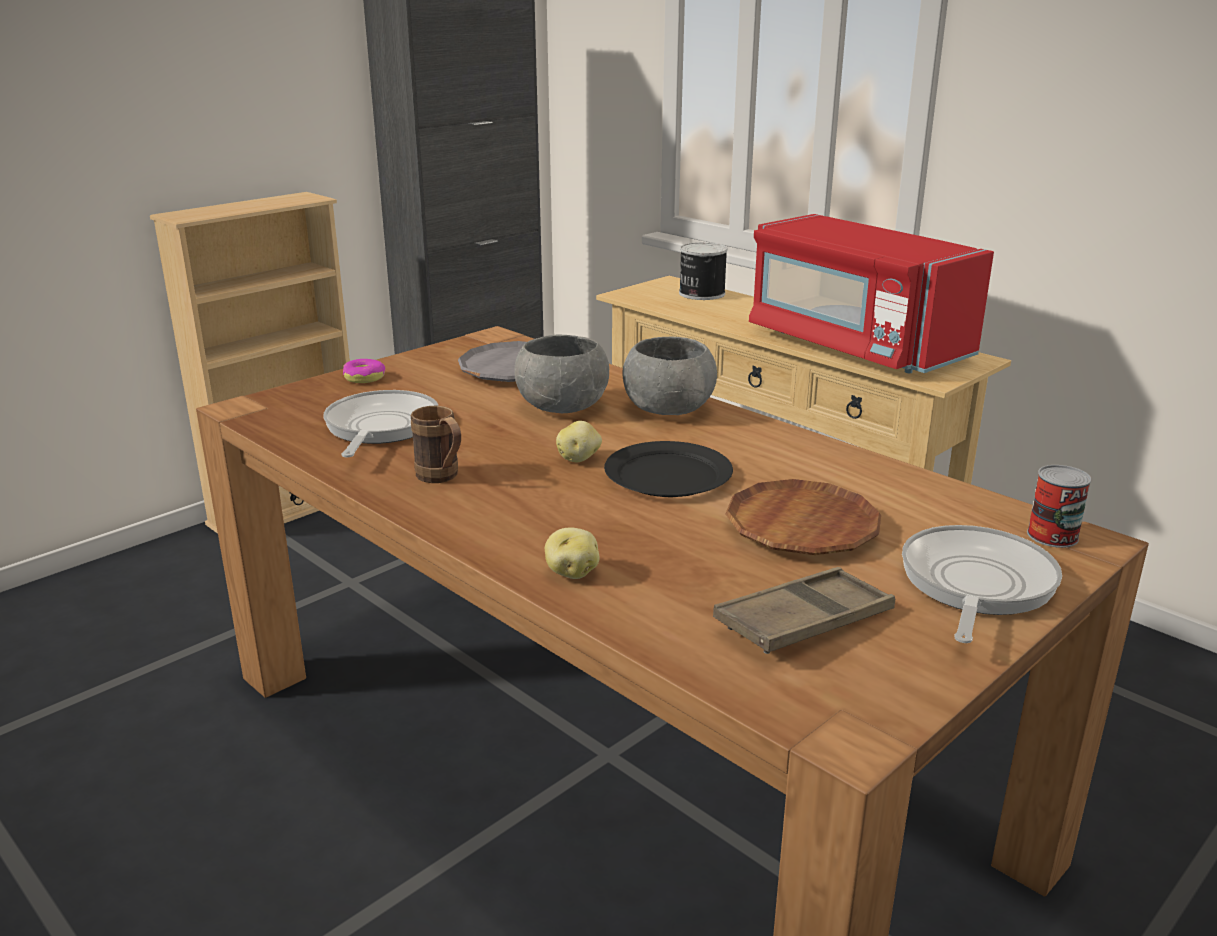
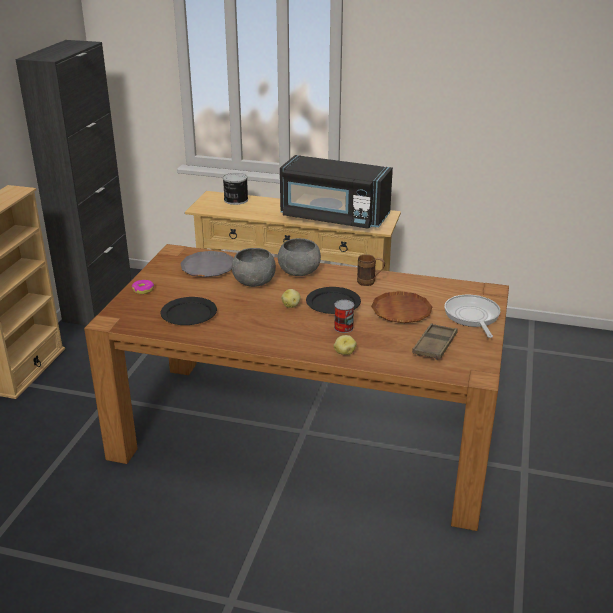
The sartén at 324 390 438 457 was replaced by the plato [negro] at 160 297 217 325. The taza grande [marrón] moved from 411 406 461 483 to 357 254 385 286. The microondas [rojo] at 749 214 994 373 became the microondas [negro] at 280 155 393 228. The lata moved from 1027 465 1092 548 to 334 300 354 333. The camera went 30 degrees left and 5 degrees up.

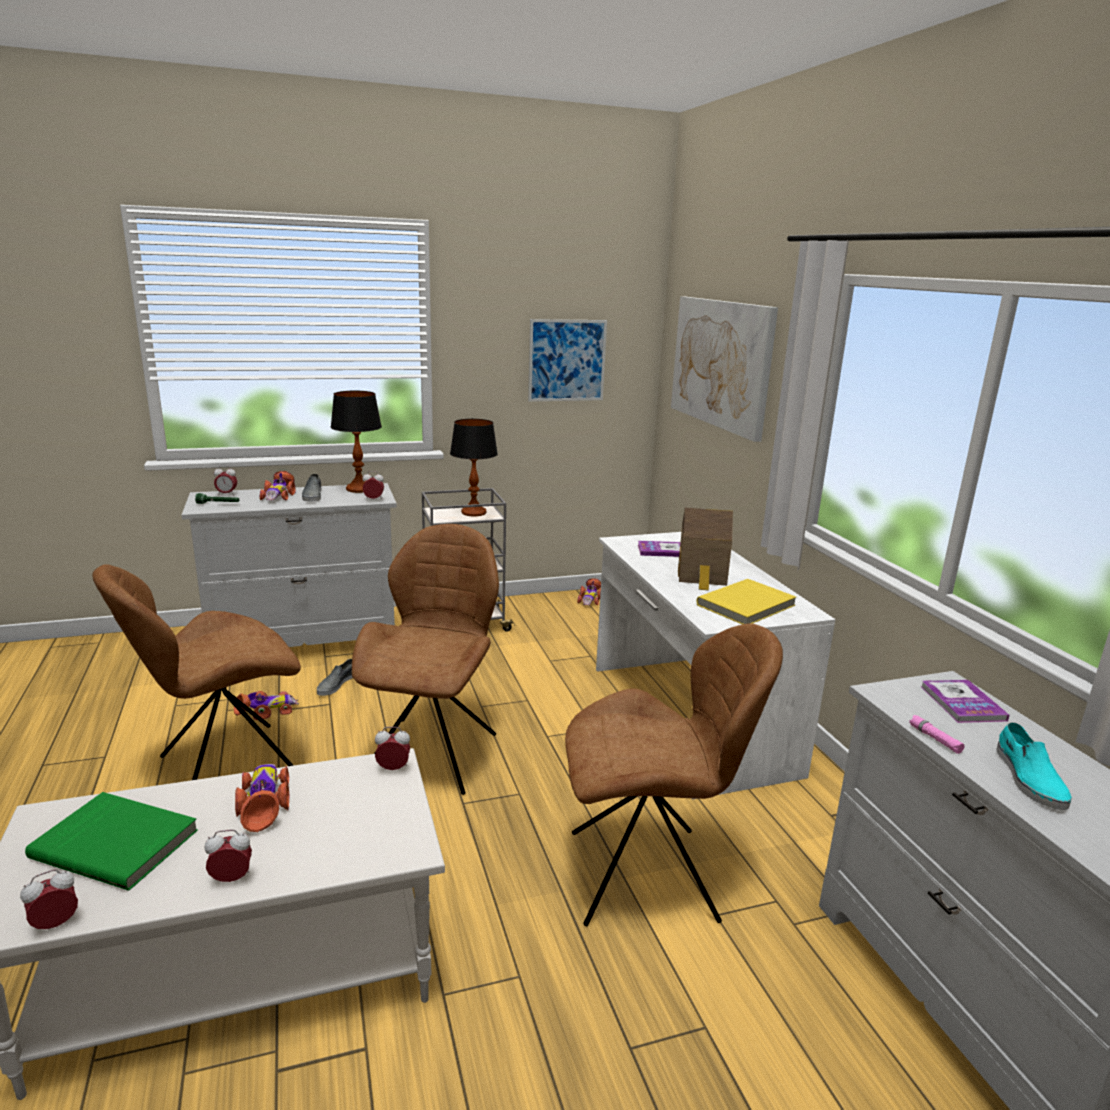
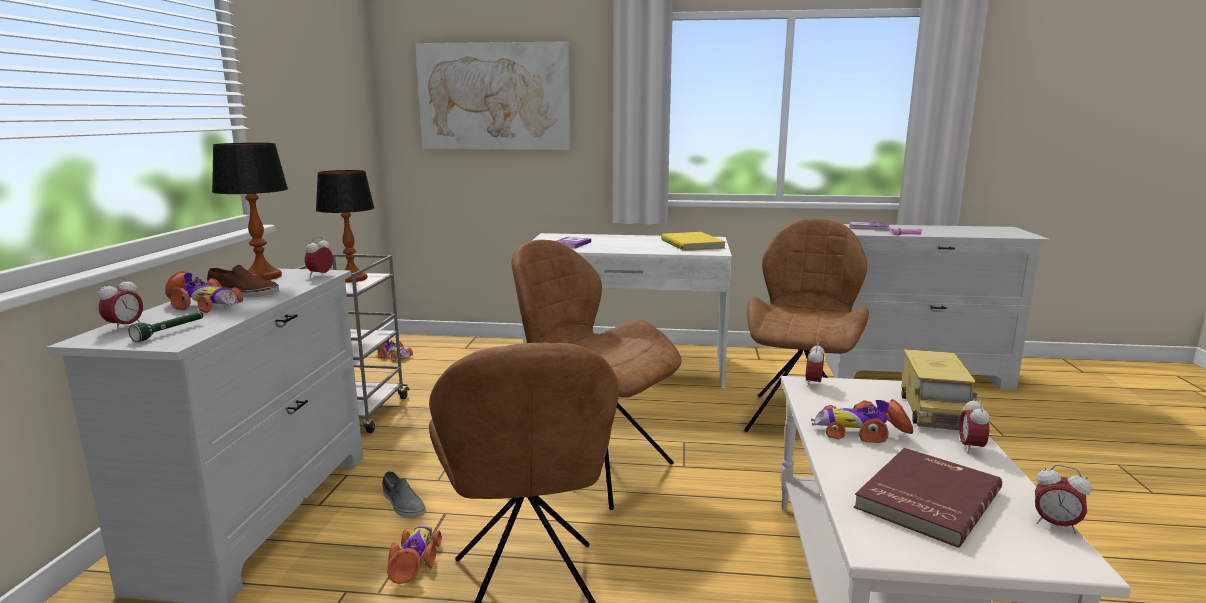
The despertador at 20 869 78 929 turned 45 degrees counterclockwise. The libro [verde] at 25 792 198 890 became the libro [rojo] at 854 448 1002 548. The zapato [gris] at 302 474 321 501 became the zapato [marrón] at 207 265 279 297. The cuadro at 528 319 607 402 disappeared. The casita at 678 508 733 590 disappeared. The zapato [turquesa] at 996 722 1072 810 disappeared. The camión de juguete at 901 349 977 430 appeared. The camera went 65 degrees left and 5 degrees down.

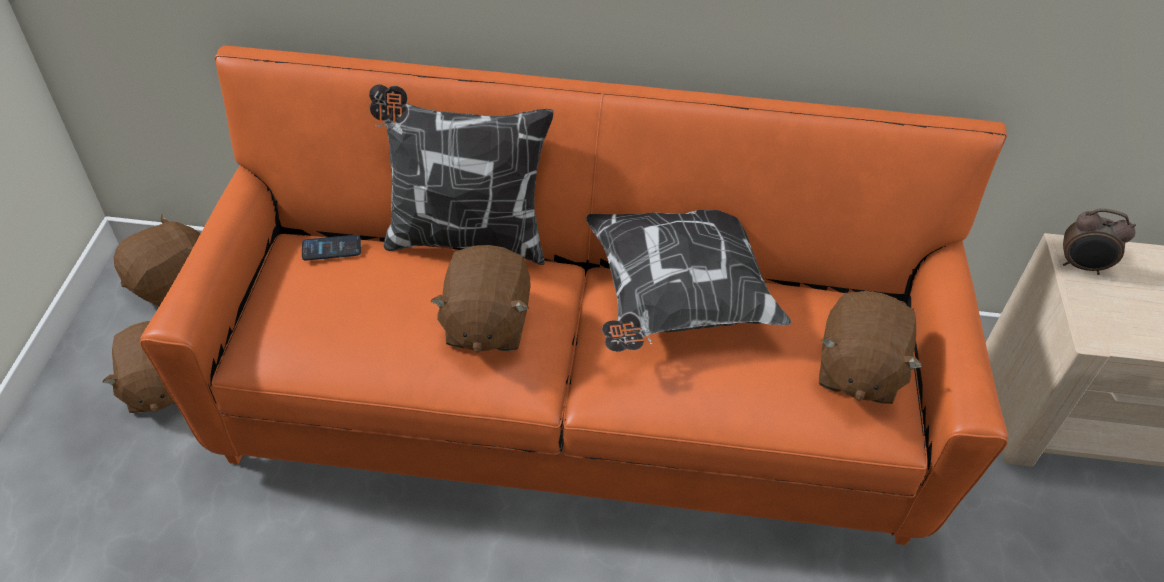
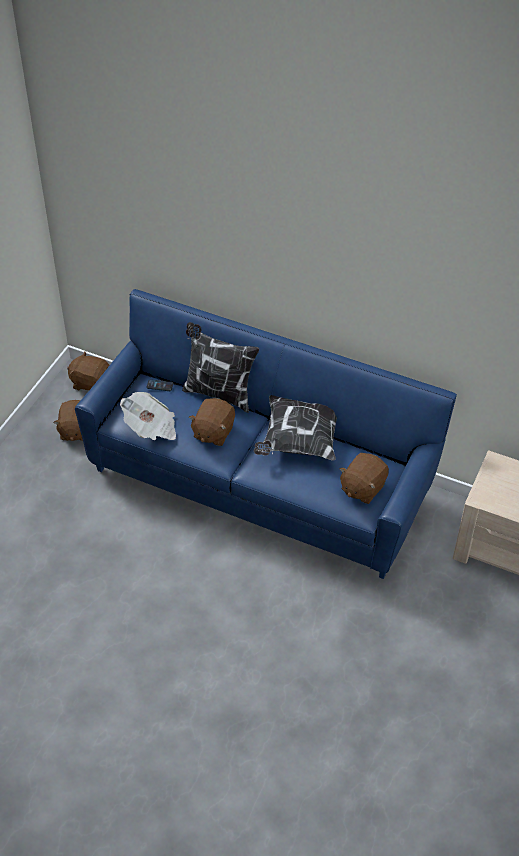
The peluche [marrón] at 114 215 201 306 turned 135 degrees counterclockwise. The sofá [naranja] at 140 46 1008 545 became the sofá [azul] at 75 289 457 579. The despertador at 1063 208 1136 275 disappeared. The periódico at 120 392 176 440 appeared. The camera went 20 degrees right and 0 degrees up.

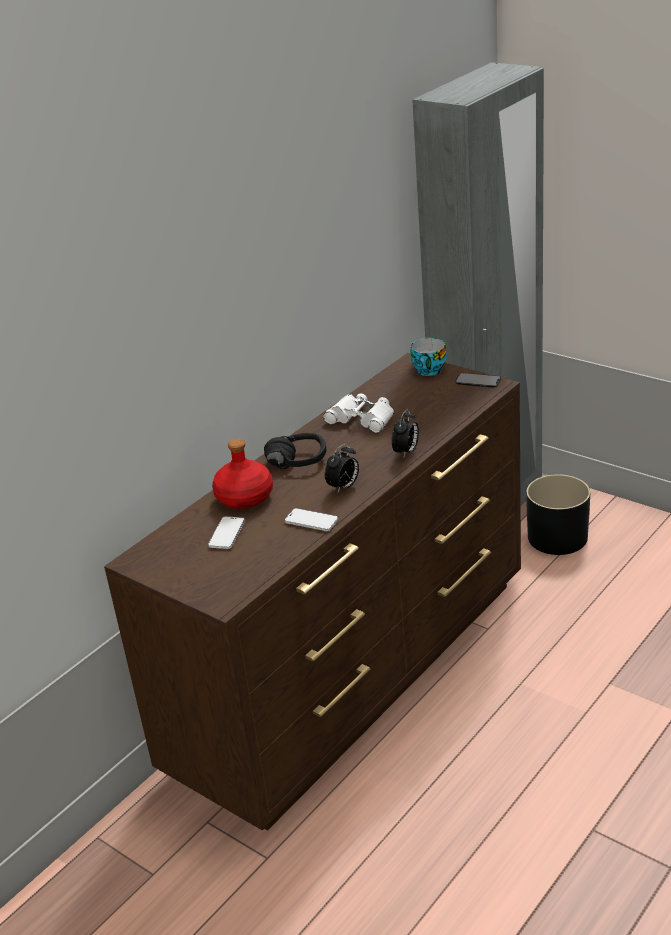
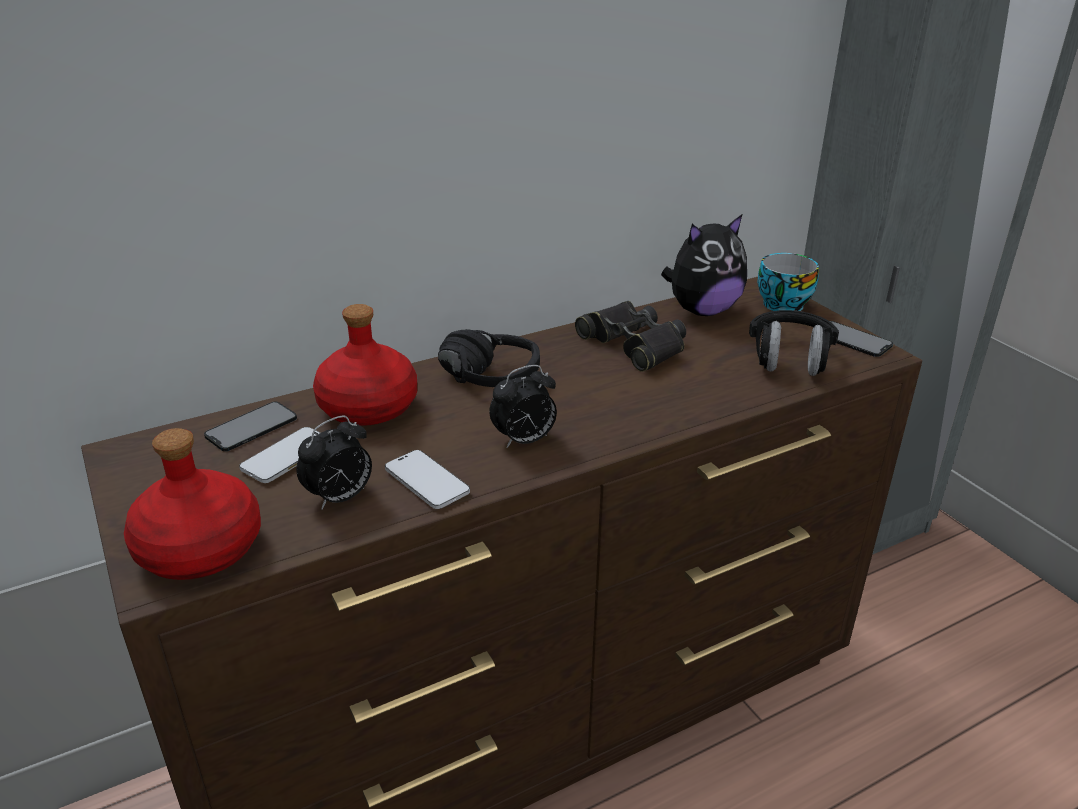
The prismáticos [blanco] at 323 393 394 433 became the prismáticos [negro] at 575 301 686 372. The despertador moved from 392 409 419 458 to 296 415 372 510. The maceta [negro] at 526 474 590 555 disappeared. The botella [rojo] at 124 428 261 580 appeared. The móvil at 204 402 297 451 appeared. The peluche at 661 215 747 316 appeared. The auriculares [negro] at 749 310 839 376 appeared. The camera went 20 degrees right and 0 degrees up.

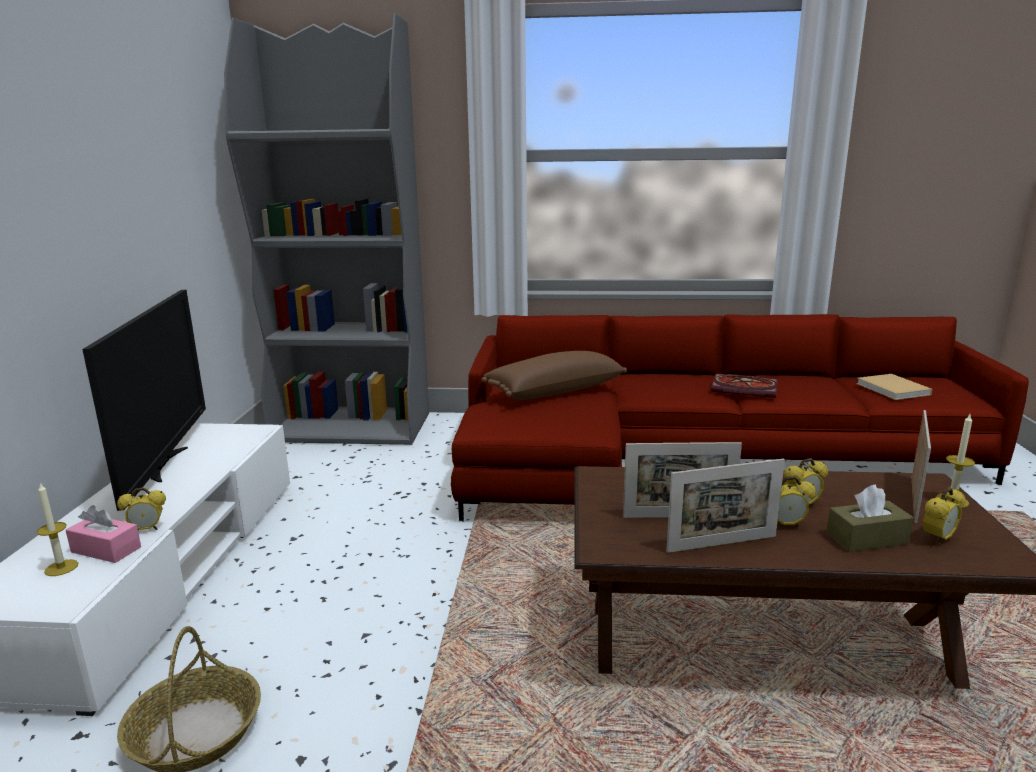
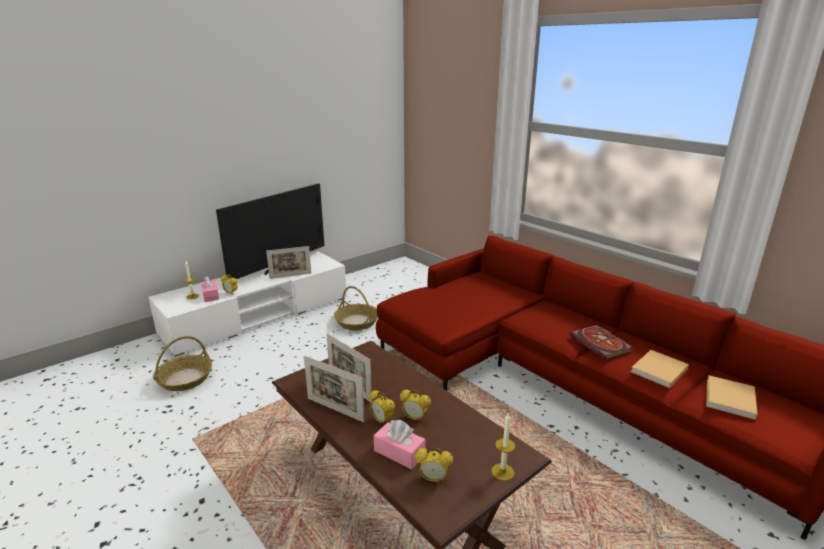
The estantería [gris] at 224 13 429 445 disappeared. The cojín [marrón] at 481 351 627 400 disappeared. The caja de pañuelos [marrón] at 826 485 914 552 became the caja de pañuelos [rosa] at 374 420 425 469. The portarretratos moved from 911 410 931 523 to 266 246 311 279. The cesta at 334 286 378 330 appeared. The libro [beis] at 631 350 689 388 appeared. The camera went 45 degrees right and 5 degrees up.

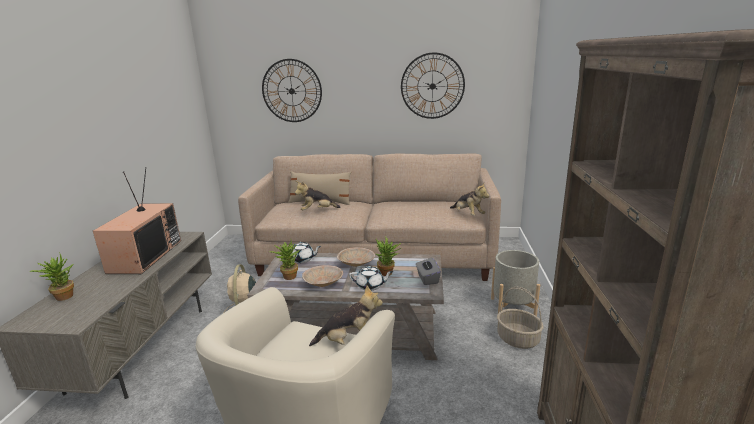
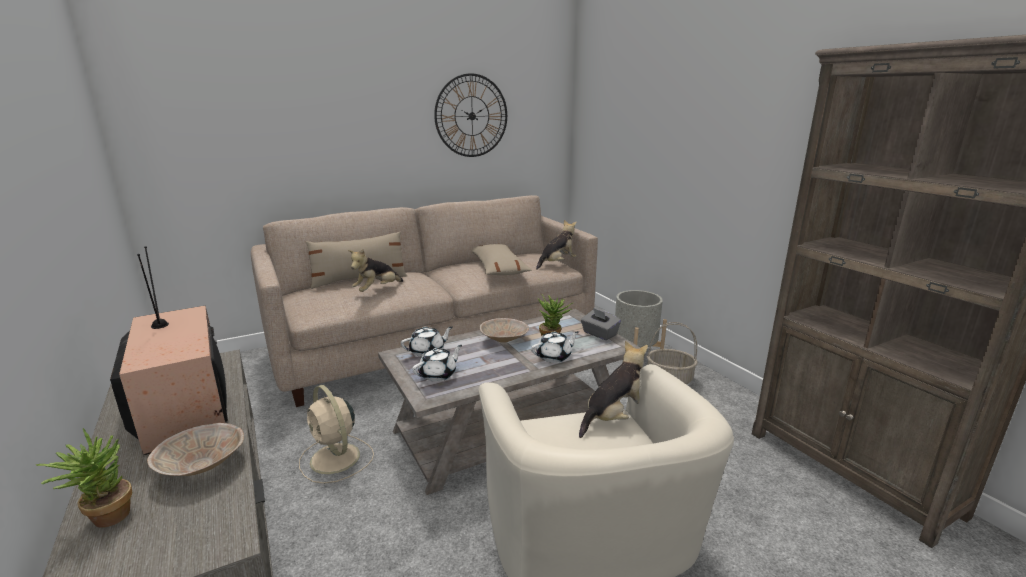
The reloj de pared at 262 59 322 122 disappeared. The planta en maceta at 269 241 300 280 was replaced by the tetera [blanco] at 412 345 462 382. The cuenco [beis] moved from 302 265 343 287 to 147 423 244 476. The peluche at 450 184 490 216 turned 60 degrees counterclockwise. The cojín [beis] at 472 244 532 275 appeared. The camera went 35 degrees left and 0 degrees up.

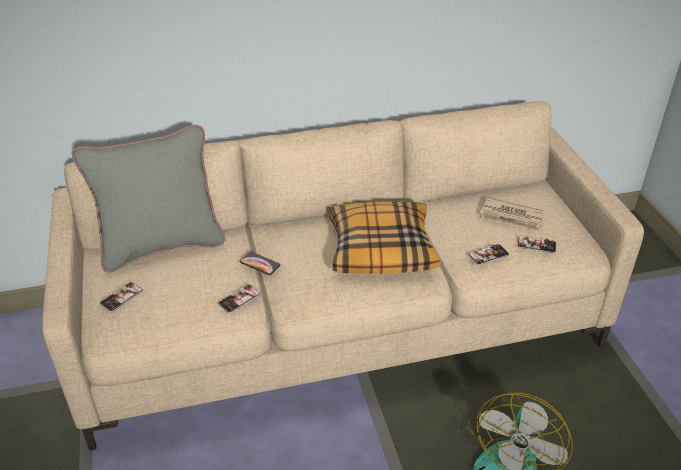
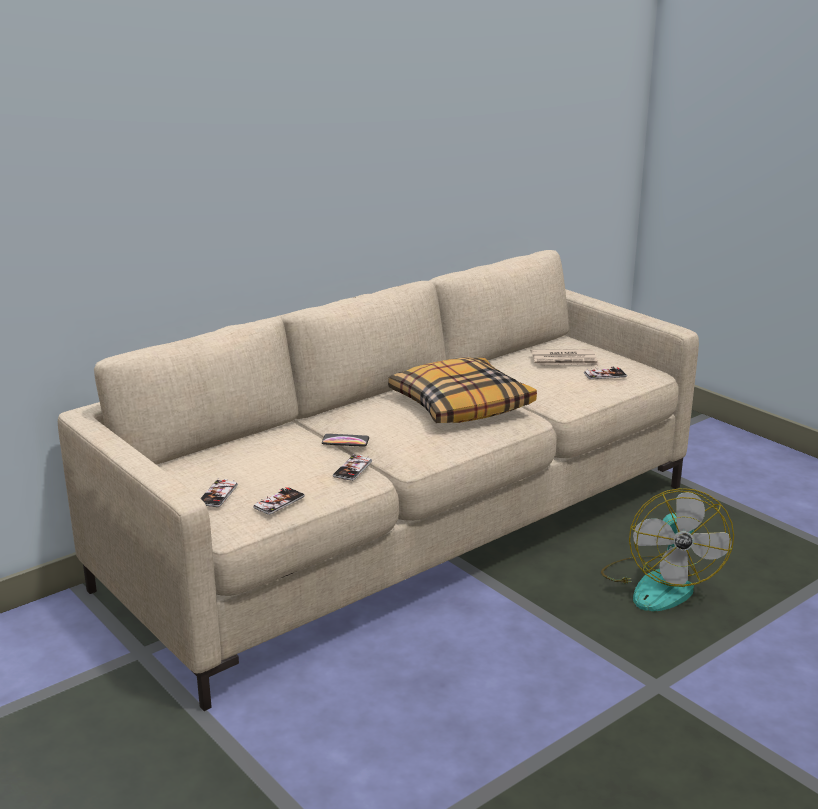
The cojín [gris] at 72 125 225 273 disappeared. The móvil moved from 468 244 509 265 to 253 487 305 515. The camera went 25 degrees left and 15 degrees down.

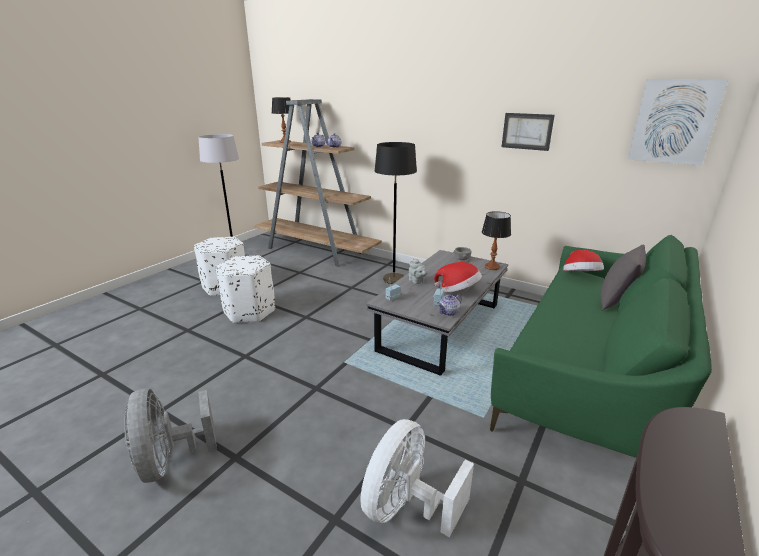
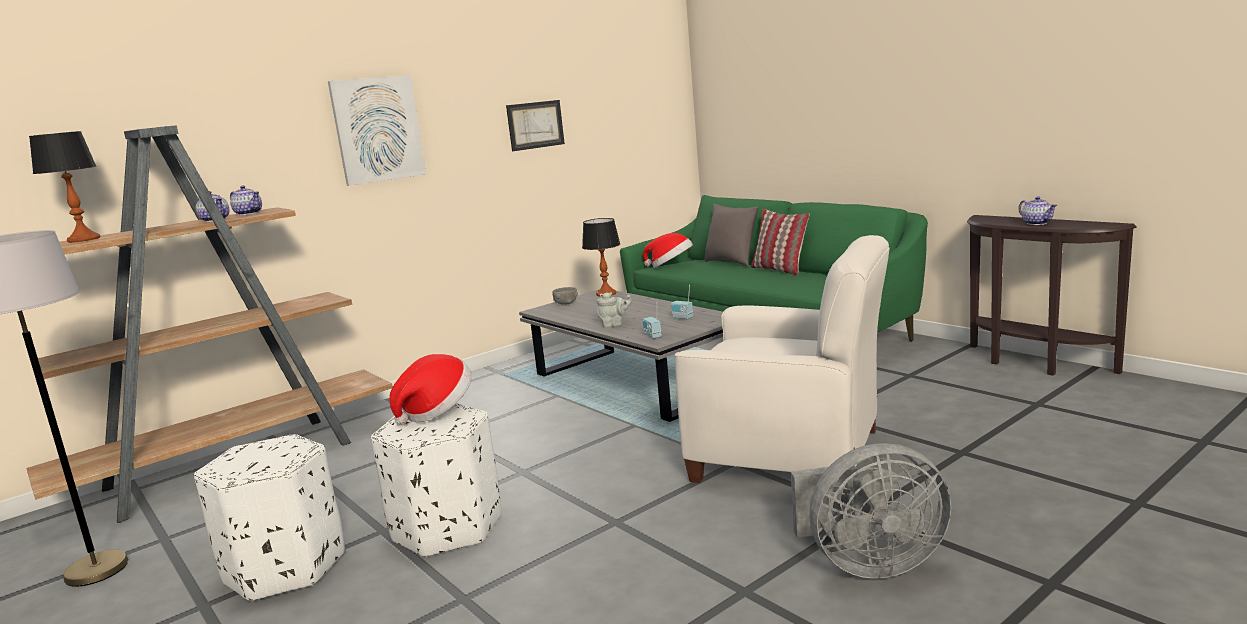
The ventilador [blanco] at 360 419 474 538 disappeared. The lámpara de pie [negro] at 375 142 417 284 disappeared. The sombrero moved from 434 262 482 292 to 389 354 472 425. The tetera moved from 437 294 461 316 to 1018 196 1057 225. The cuadro moved from 628 79 728 165 to 328 75 426 186. The sillón [blanco] at 675 235 890 483 appeared. The cojín at 751 209 809 275 appeared. The camera went 70 degrees left and 10 degrees down.

